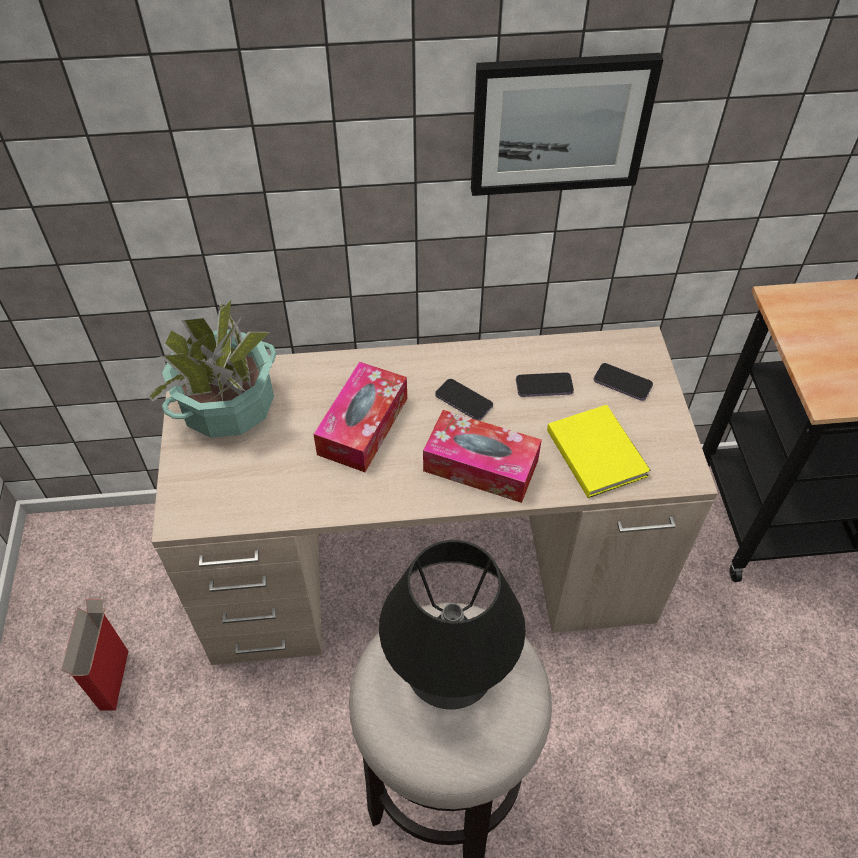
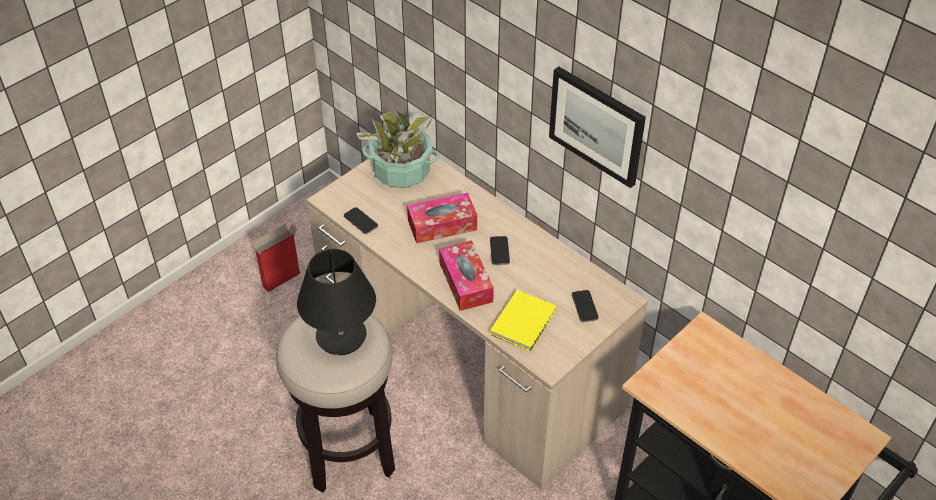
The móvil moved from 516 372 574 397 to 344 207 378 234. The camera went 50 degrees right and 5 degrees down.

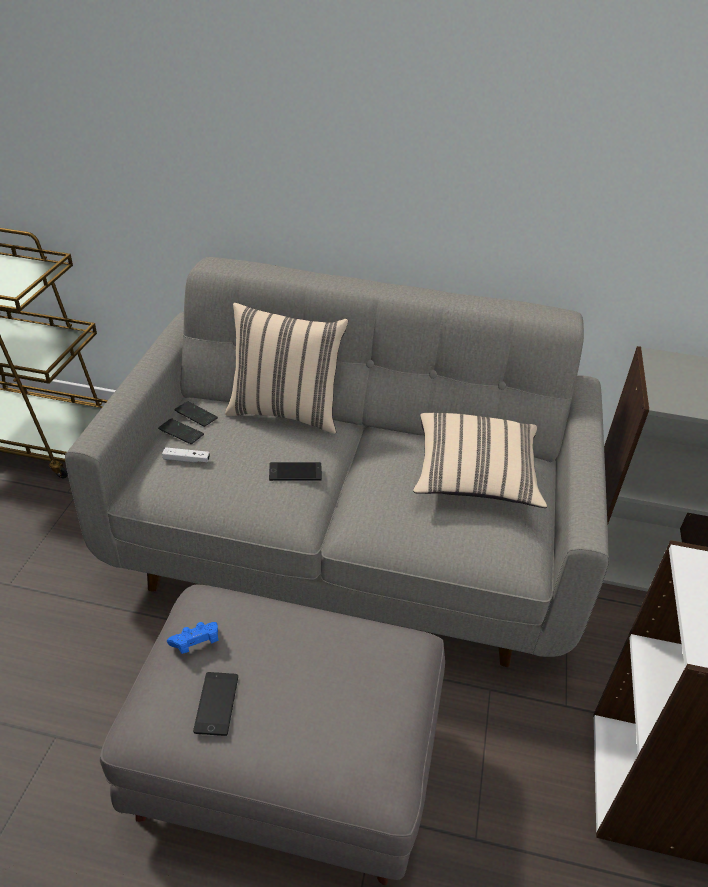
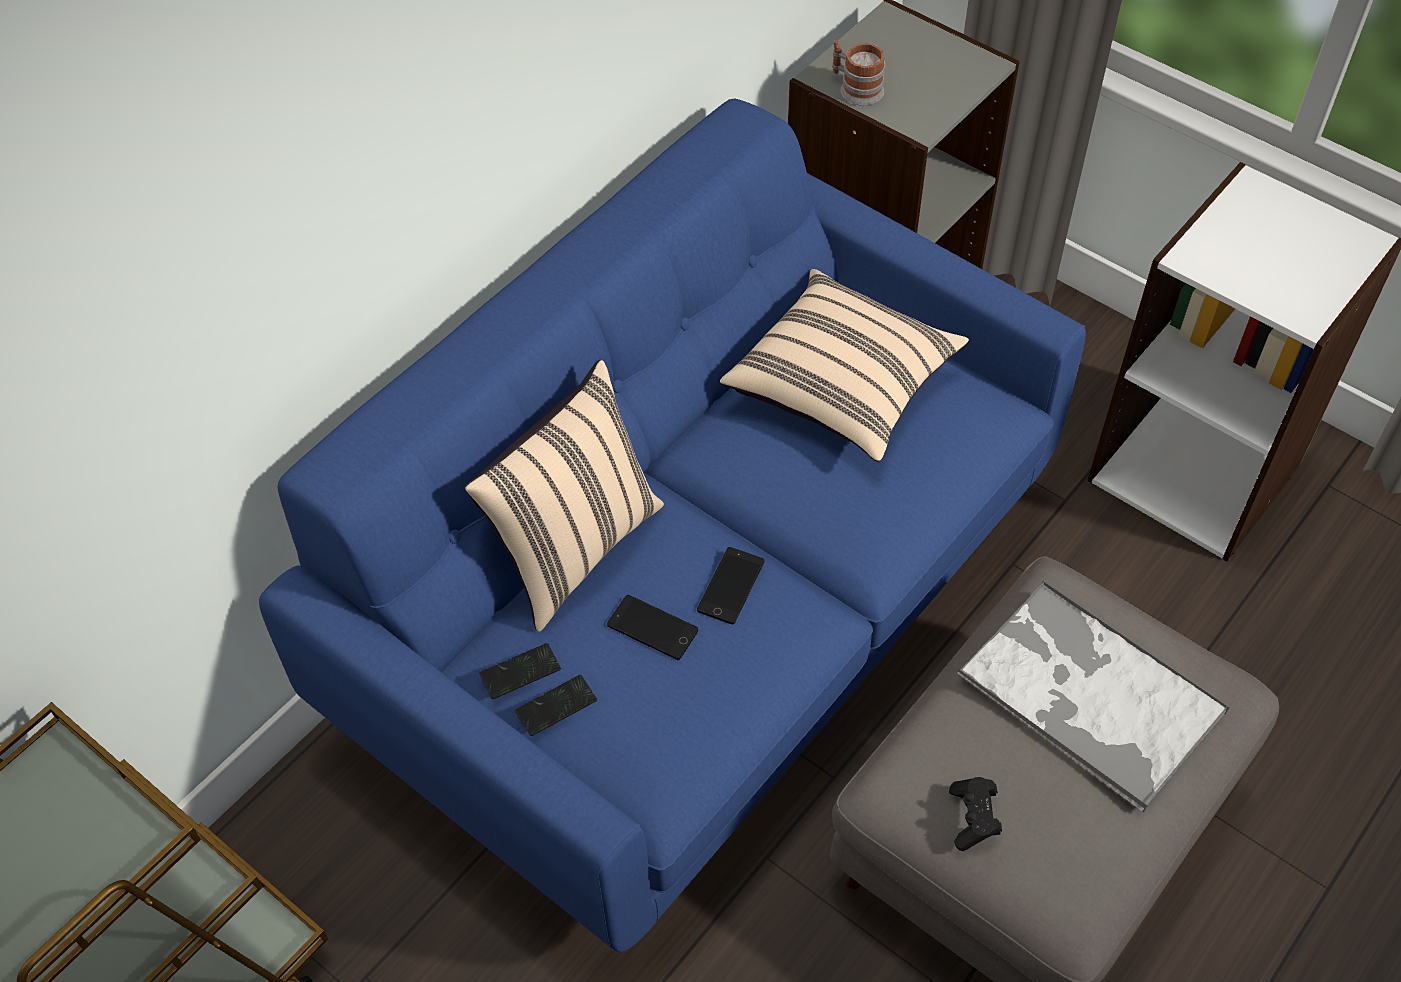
The sofá [gris] at 65 257 609 667 became the sofá [azul] at 259 99 1086 952. The mando de consola [blanco] at 162 447 210 463 disappeared. The mando de consola [azul] at 167 622 218 654 became the mando de consola [negro] at 949 777 1002 851. The móvil moved from 193 672 238 736 to 607 595 698 660. The taza grande at 832 40 885 106 appeared. The bandeja at 957 581 1229 812 appeared. The camera went 60 degrees left and 15 degrees up.

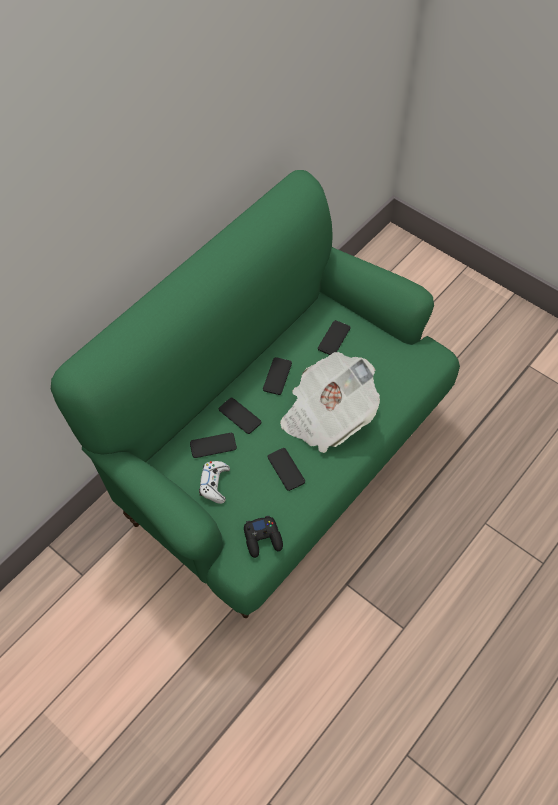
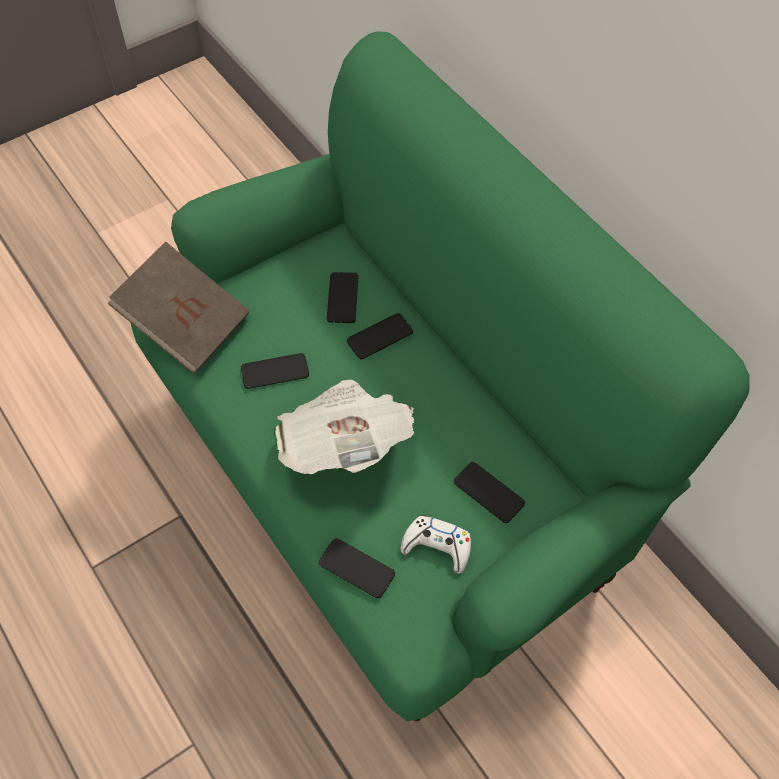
The mando de consola [blanco] moved from 199 461 230 504 to 401 515 471 574. The mando de consola [negro] at 244 516 283 558 was replaced by the libro [marrón] at 108 242 250 374. The móvil moved from 263 357 292 395 to 319 538 395 598. The camera went 105 degrees right and 0 degrees up.

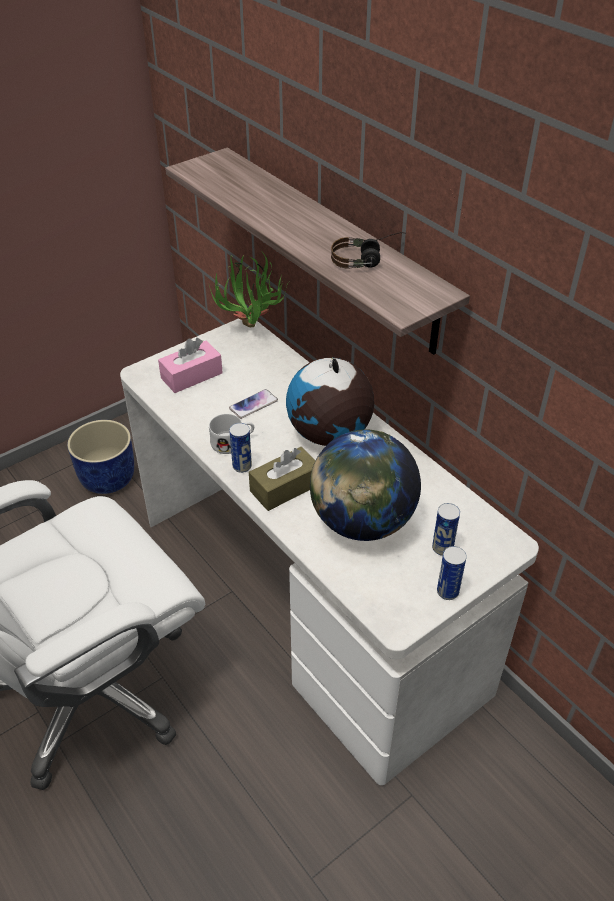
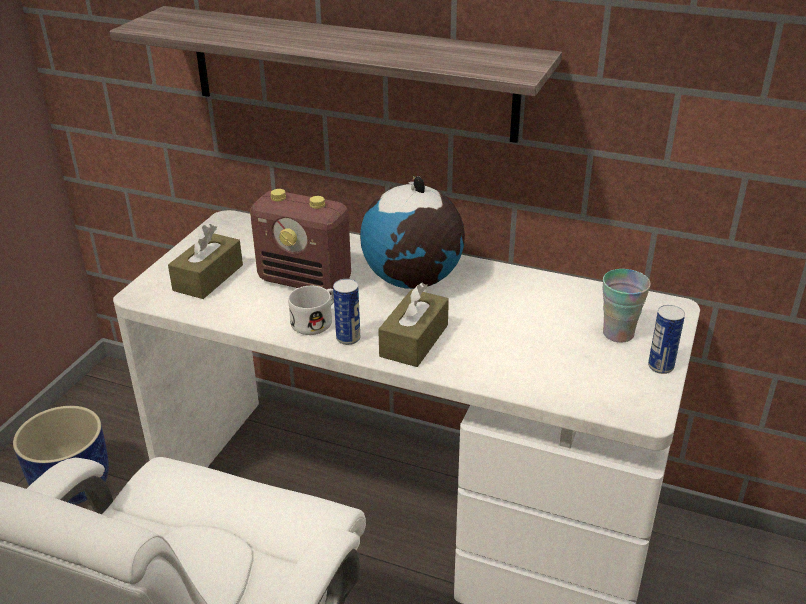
The caja de pañuelos [rosa] at 158 338 223 393 became the caja de pañuelos [marrón] at 168 224 243 299. The planta en maceta at 209 251 287 327 disappeared. The móvil at 229 389 278 419 was replaced by the radio at 250 189 351 295. The globo terráqueo at 310 429 421 541 disappeared. The auriculares at 331 232 407 269 disappeared. The lata at 432 503 460 556 was replaced by the taza at 603 269 651 343. The camera went 30 degrees left and 10 degrees down.

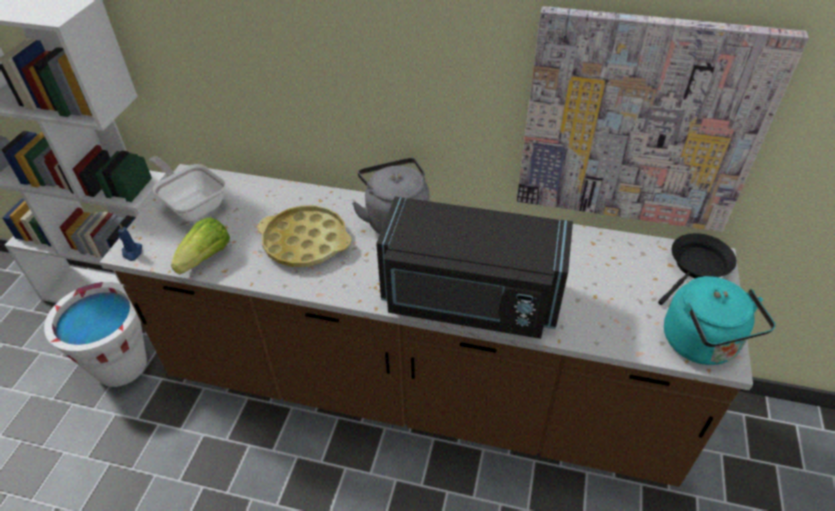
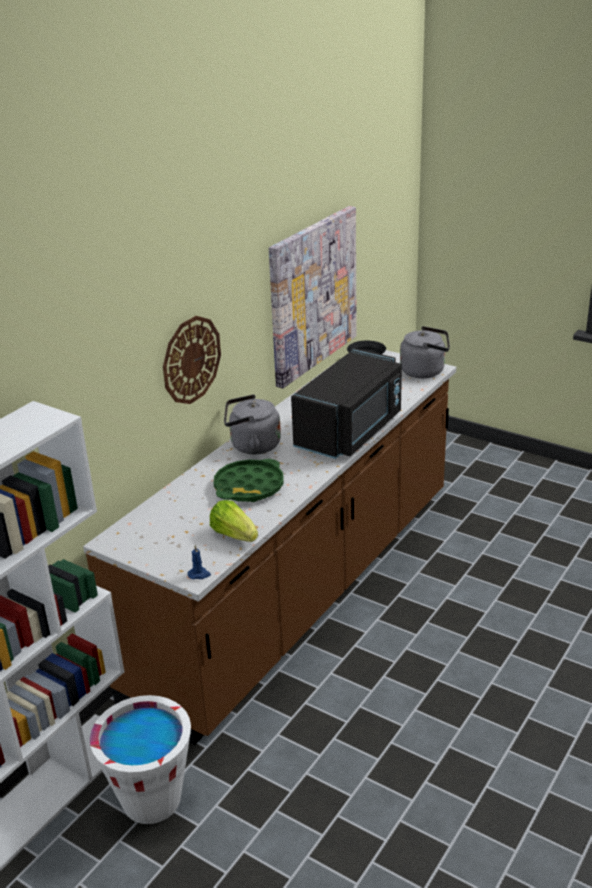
The sartén at 149 156 226 221 disappeared. The bandeja [amarillo] at 257 205 352 267 became the bandeja [verde] at 214 459 284 502. The hervidor [turquesa] at 664 276 776 365 became the hervidor [gris] at 400 326 450 378. The reloj de pared at 163 316 221 404 appeared. The camera went 70 degrees left and 15 degrees down.

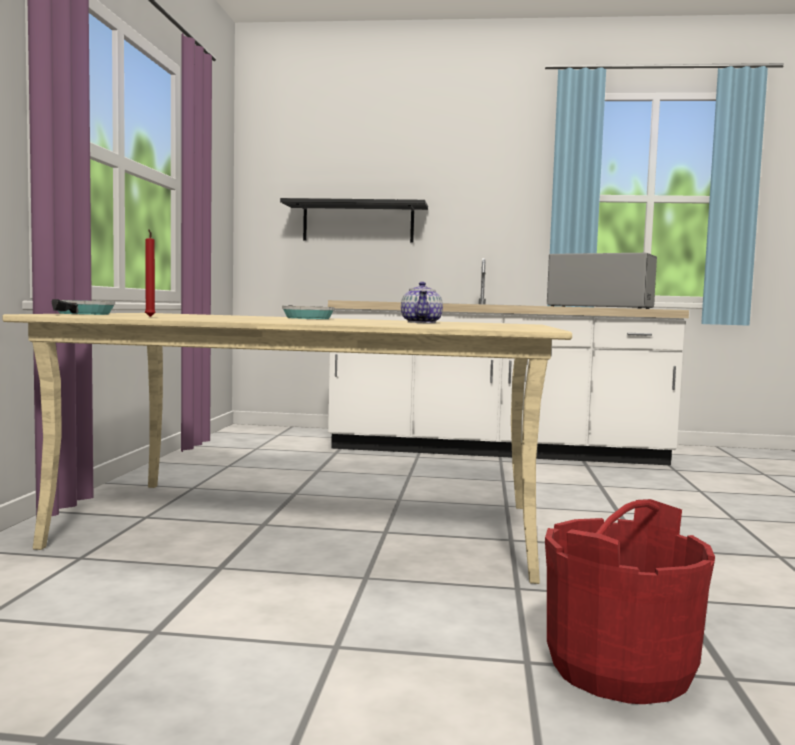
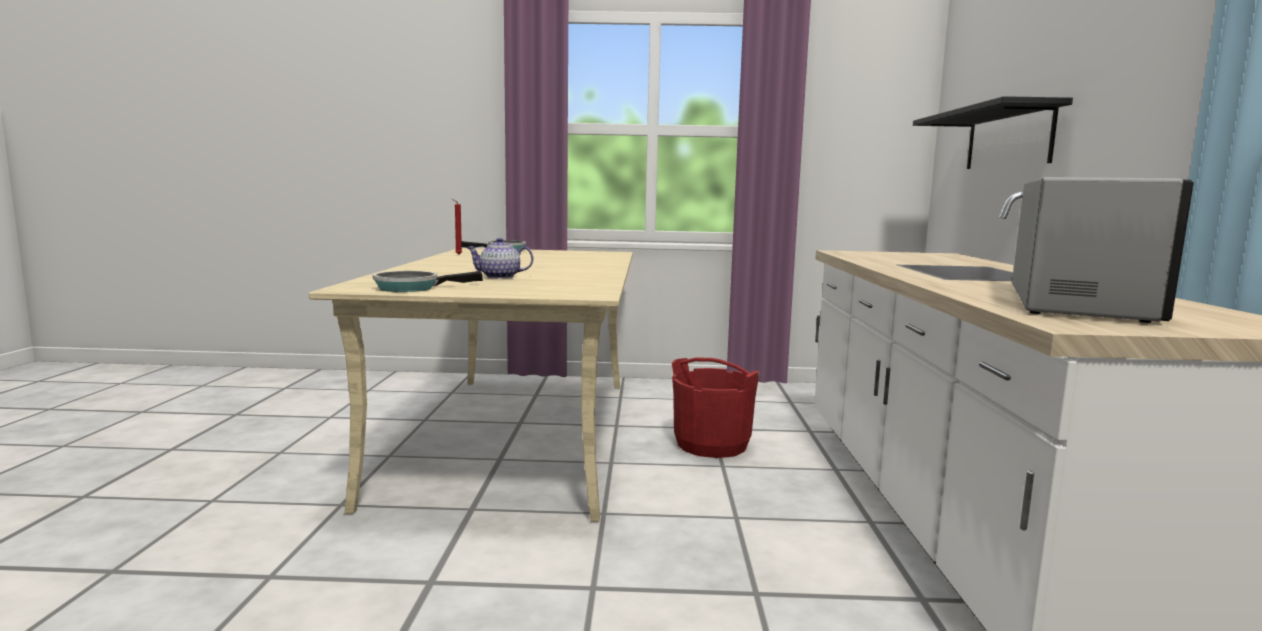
The sartén moved from 282 305 335 319 to 373 271 483 292. The cubo [rojo] moved from 545 499 715 704 to 672 357 760 458. The camera went 85 degrees right and 5 degrees up.

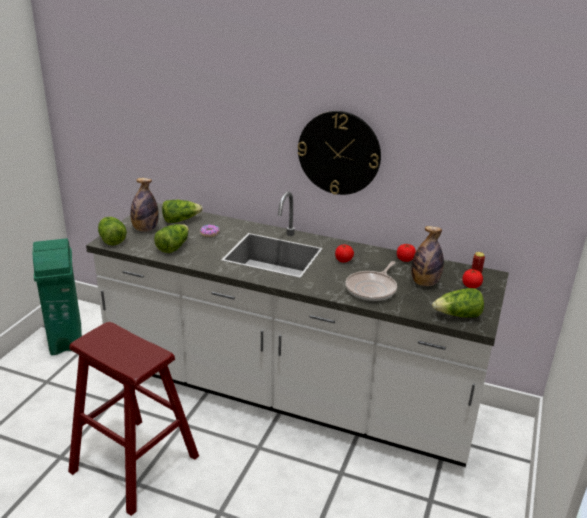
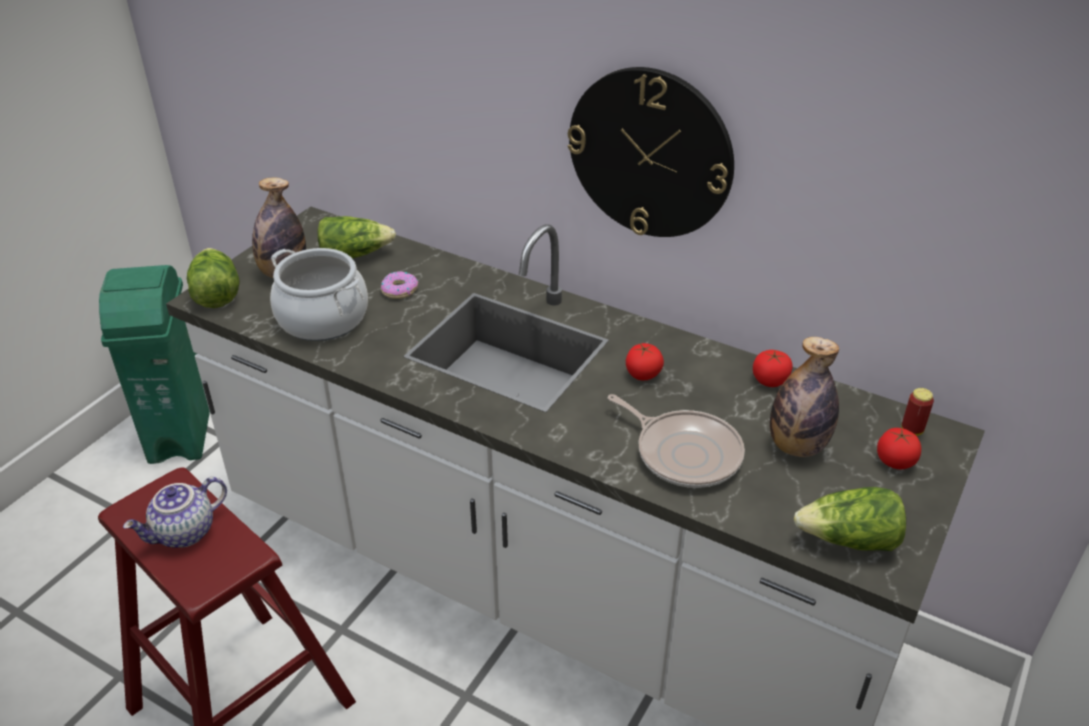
The lechuga at 154 224 189 253 was replaced by the olla at 270 248 368 341. The sartén at 346 261 397 301 turned 90 degrees counterclockwise. The tetera at 123 477 227 548 appeared. The camera went 10 degrees right and 10 degrees up.

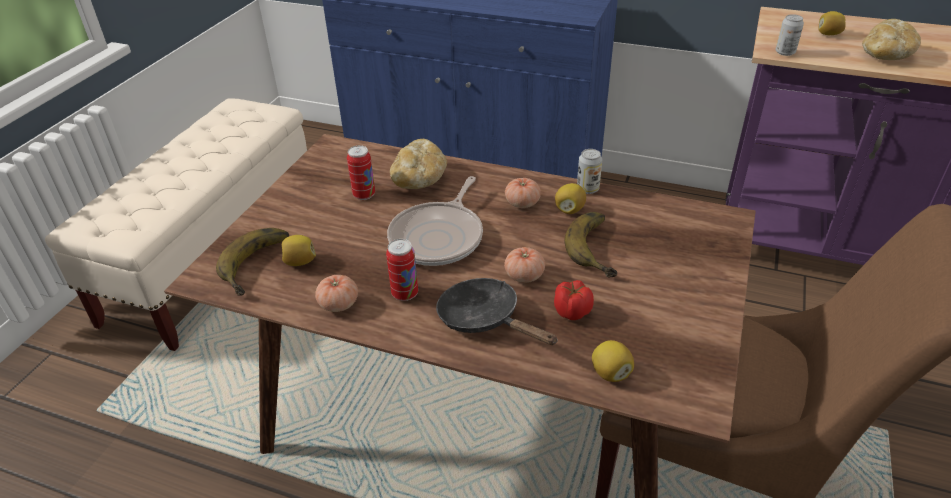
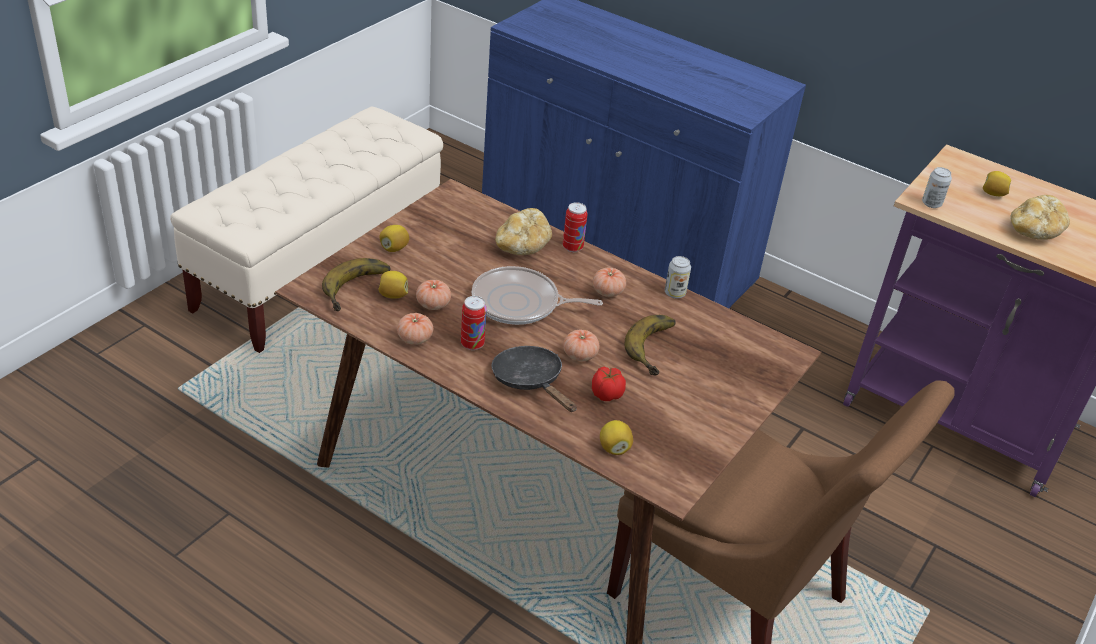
The lata moved from 347 145 375 200 to 563 202 588 252. The sartén at 387 176 483 266 turned 60 degrees clockwise. The limón moved from 555 183 586 214 to 380 225 409 252. The tomate at 416 280 451 310 appeared. The camera went 10 degrees right and 0 degrees up.

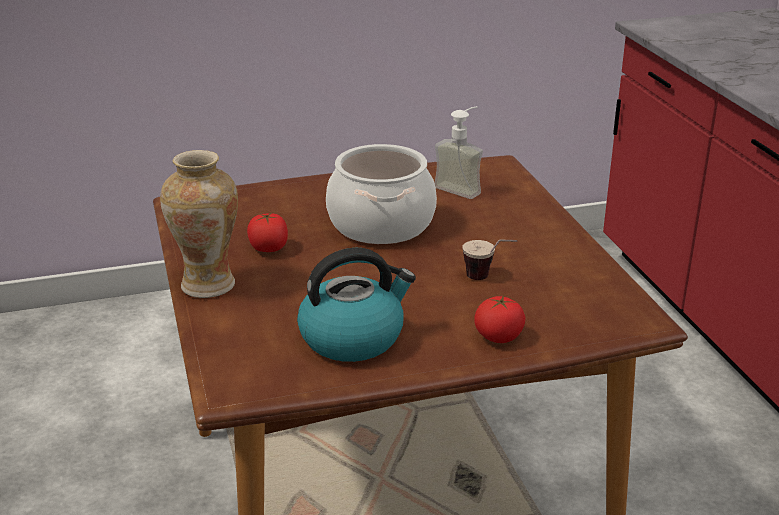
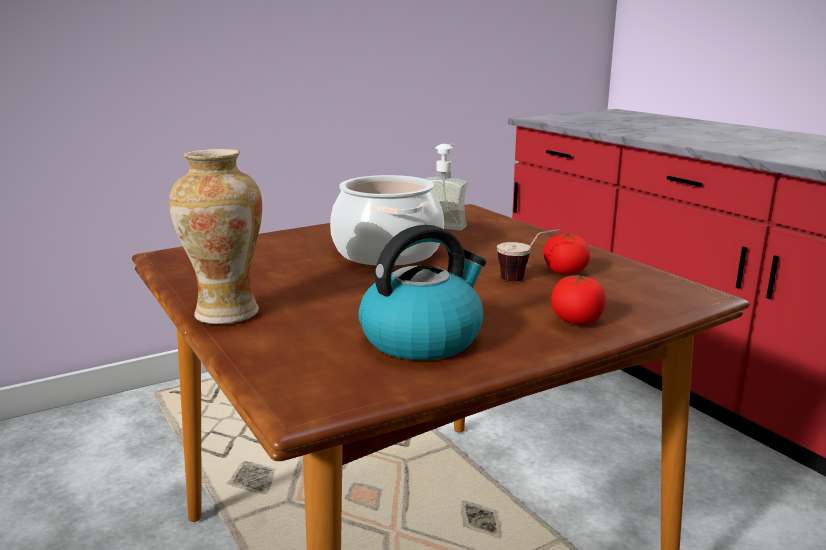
The tomate moved from 247 212 288 252 to 543 233 590 274. The camera went 15 degrees left and 10 degrees down.

